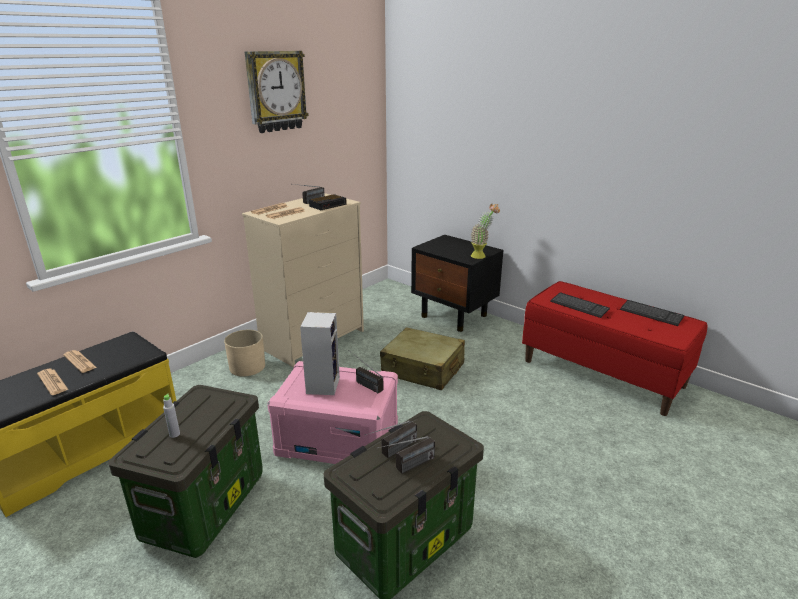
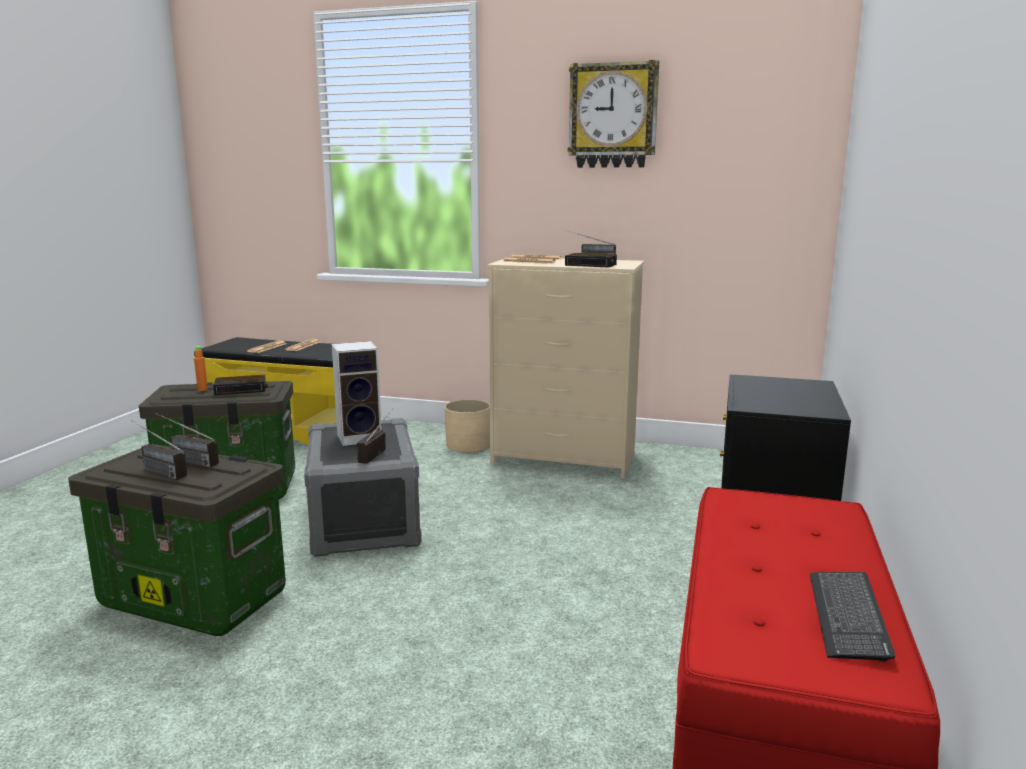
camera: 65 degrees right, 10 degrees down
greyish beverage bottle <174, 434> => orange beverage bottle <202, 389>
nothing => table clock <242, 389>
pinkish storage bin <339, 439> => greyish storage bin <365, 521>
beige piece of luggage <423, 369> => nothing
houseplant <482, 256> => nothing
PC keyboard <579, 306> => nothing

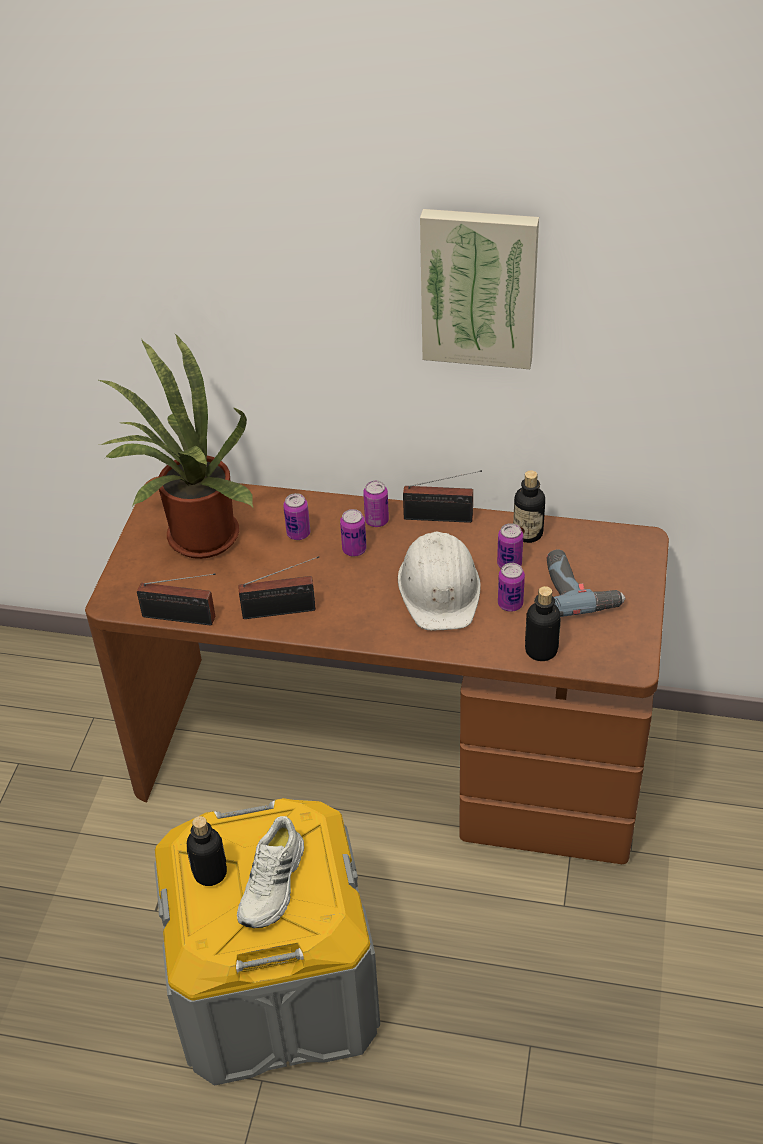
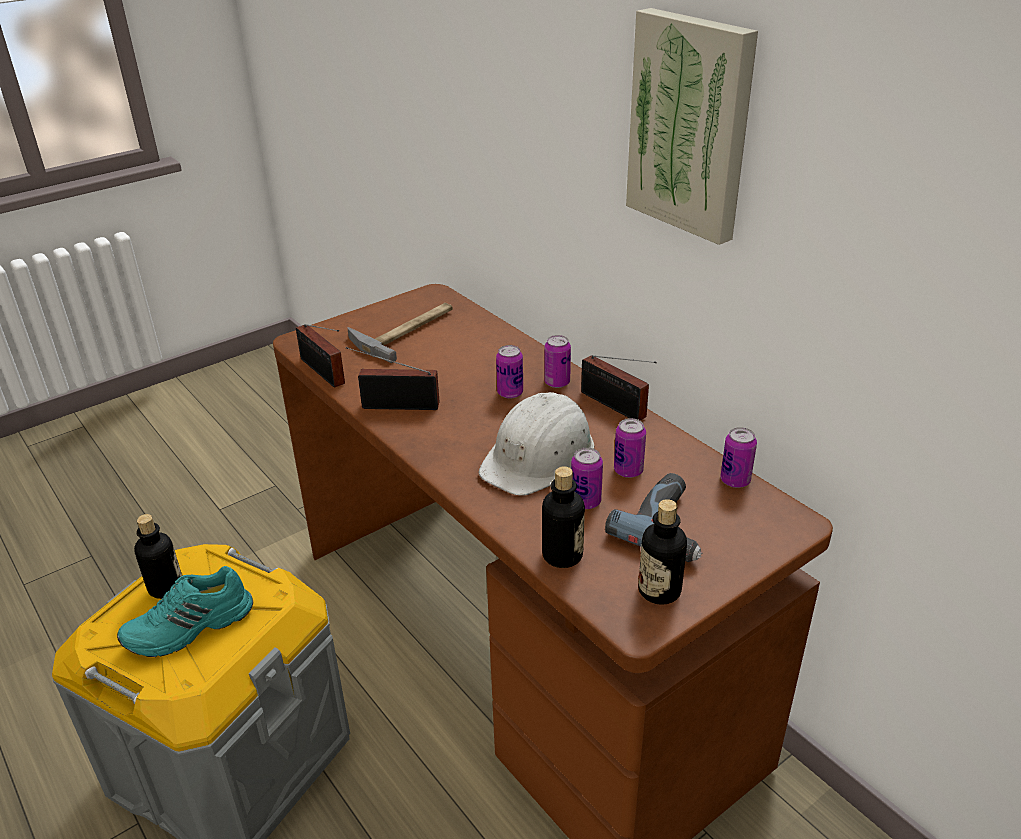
camera: 40 degrees right, 10 degrees down
white-coloured low shoe <273, 884> => turquoise-coloured low shoe <190, 628>
radio receiver <283, 611> => radio receiver <396, 405>, 150 degrees clockwise
houseplant <195, 539> => hand hammer <407, 330>
beverage bottle <528, 533> => beverage bottle <659, 590>, shifted
metal can <298, 534> => metal can <735, 480>, shifted

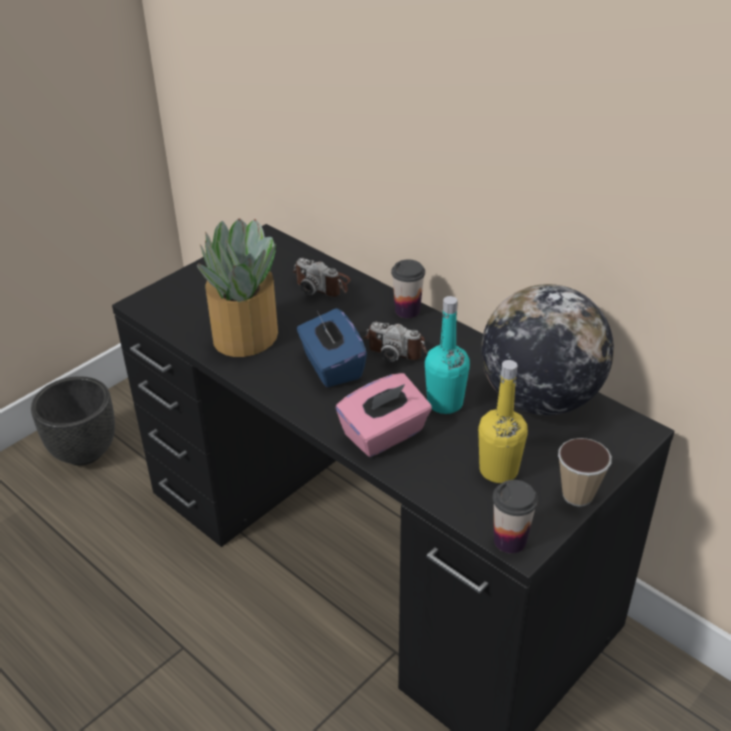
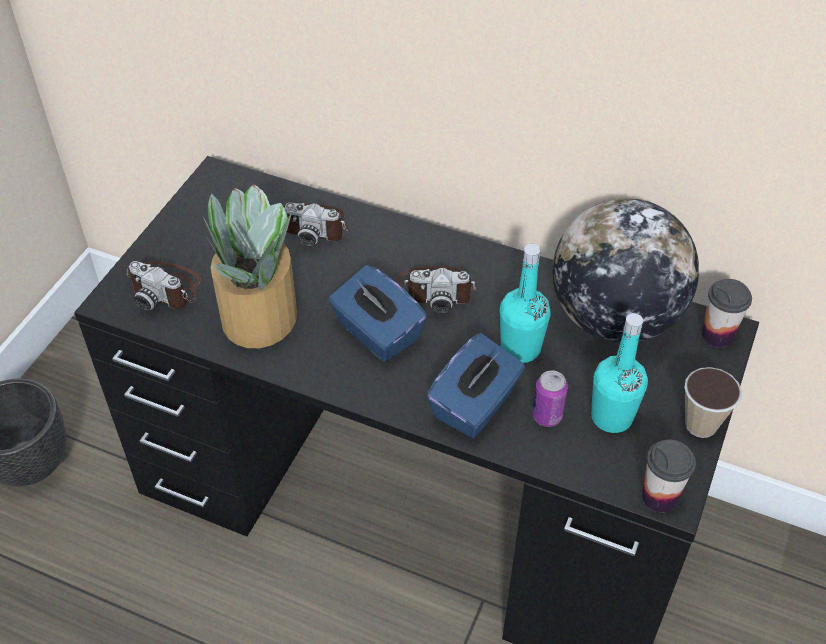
camera: 20 degrees left, 10 degrees up
nothing => still camera <166, 288>
pinkish box of tissues <384, 434> => blue-coloured box of tissues <475, 405>
nothing => metal can <547, 416>
yellowish beverage bottle <498, 470> => turquoise-coloured beverage bottle <611, 417>
cup <407, 311> => cup <717, 335>, shifted

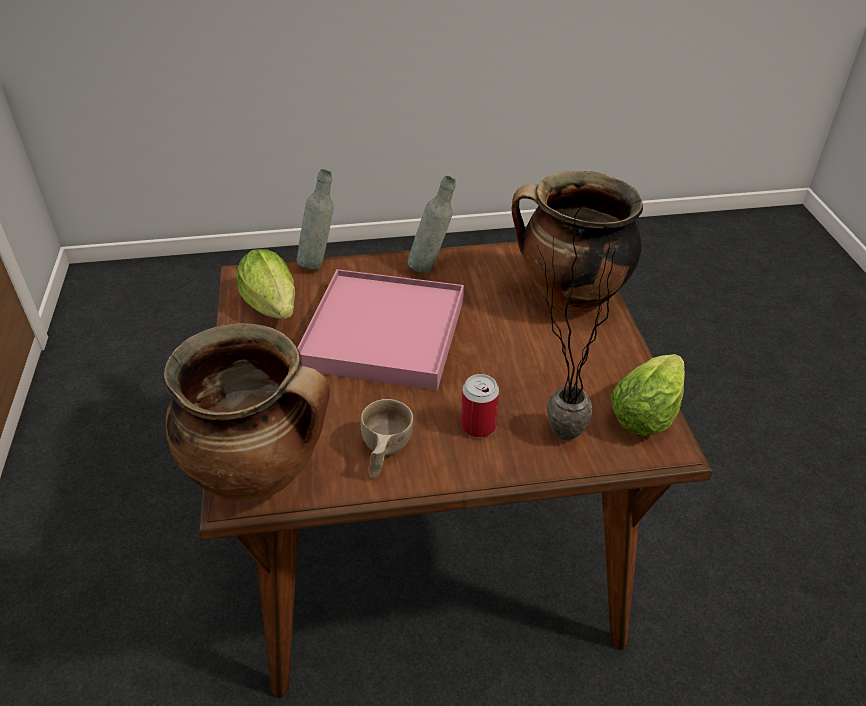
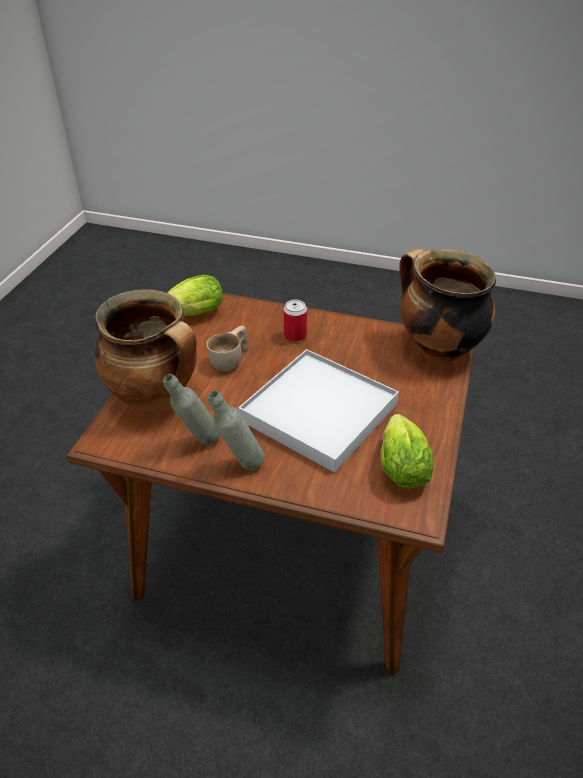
camera: 155 degrees left, 0 degrees up
greyish beverage bottle <319, 263> => greyish beverage bottle <197, 442>, shifted
beige cup <384, 453> => beige cup <231, 360>, shifted
pinkish serving tray <384, 334> => white-coloured serving tray <318, 412>
houseplant <551, 430> => nothing

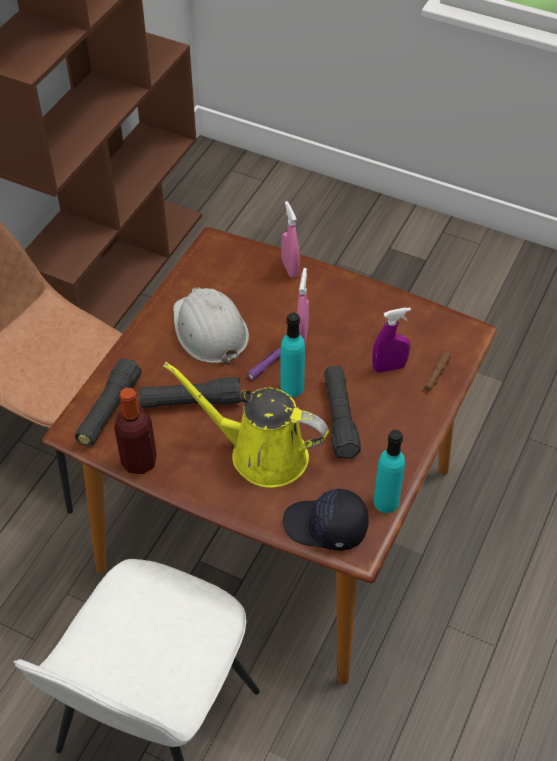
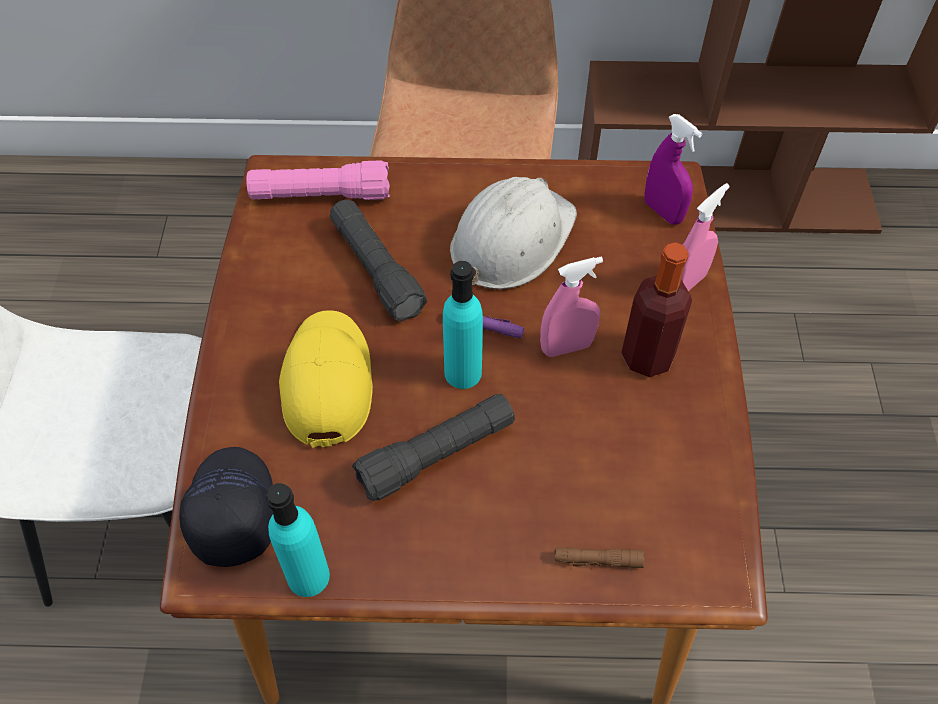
camera: 65 degrees right, 5 degrees up
black hand torch <109, 410> => pinkish hand torch <321, 195>
yellowish sprinkling can <261, 453> => yellowish peaked cap <327, 381>
beverage bottle <139, 461> => beverage bottle <647, 357>, shifted
purple sprayer <389, 367> => purple sprayer <663, 212>, shifted

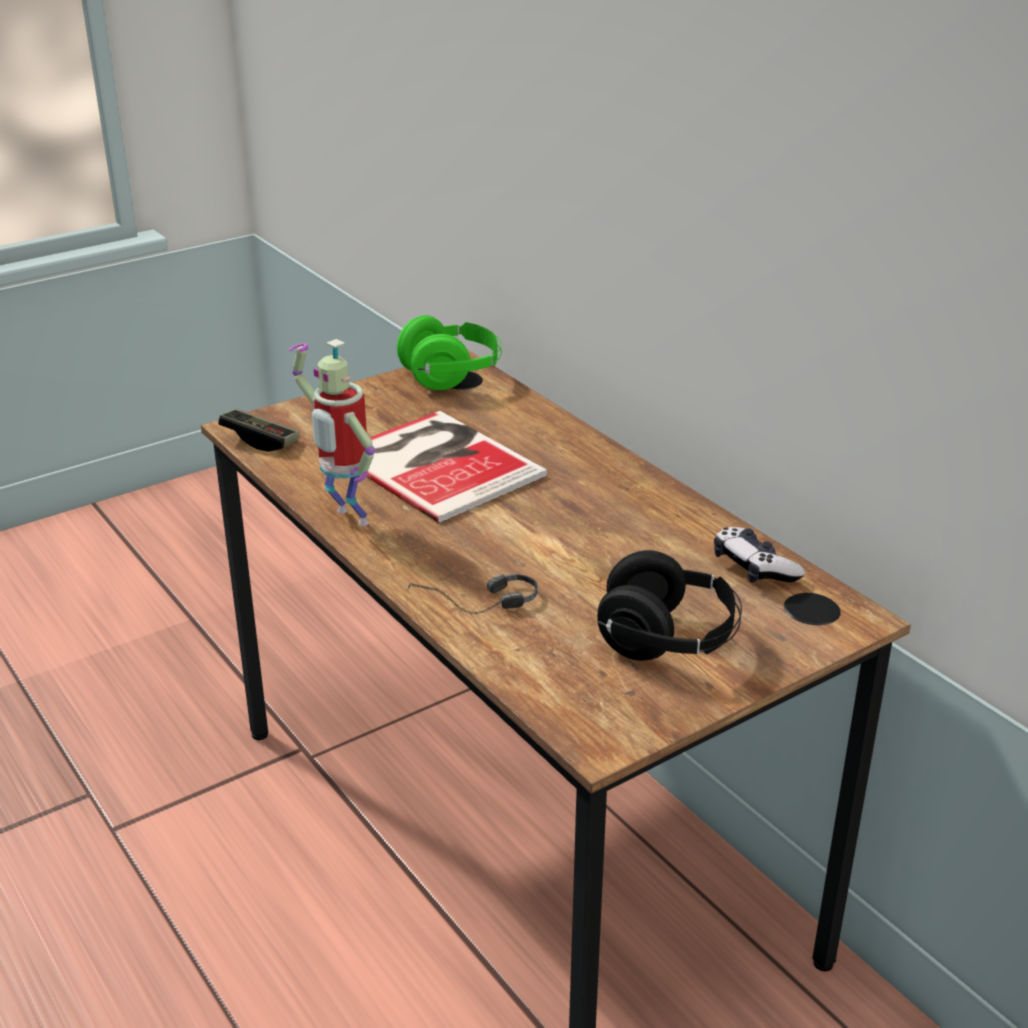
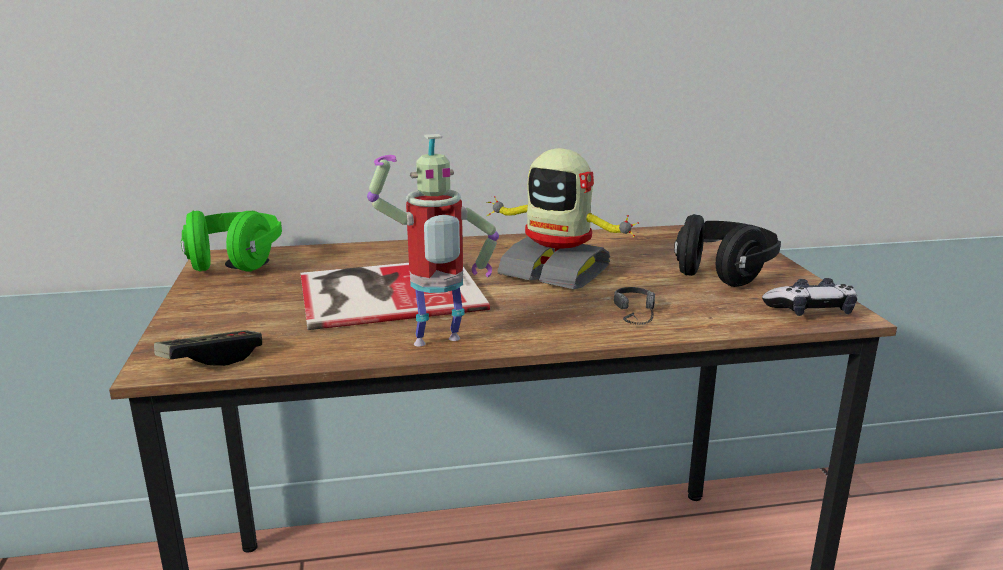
camera: 65 degrees left, 10 degrees down
nothing => robot figure <556, 271>
joypad <754, 567> => joypad <810, 311>, shifted

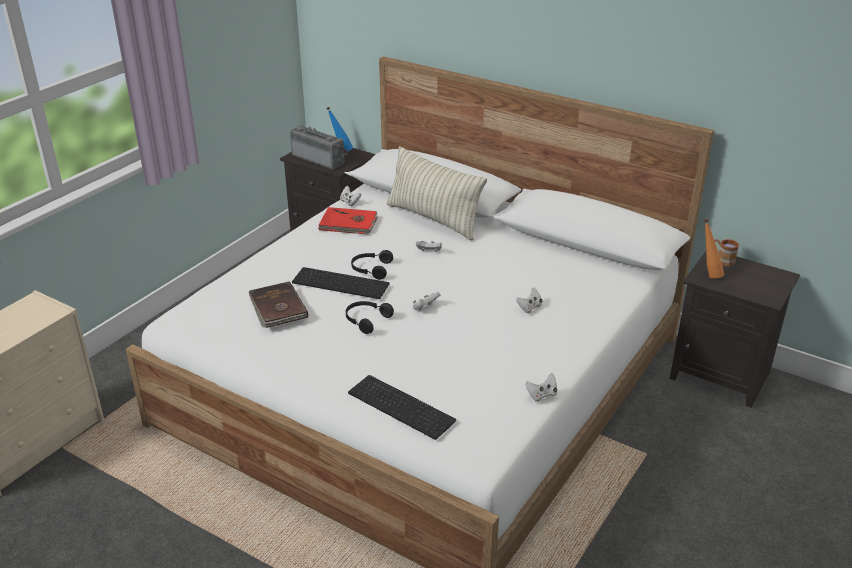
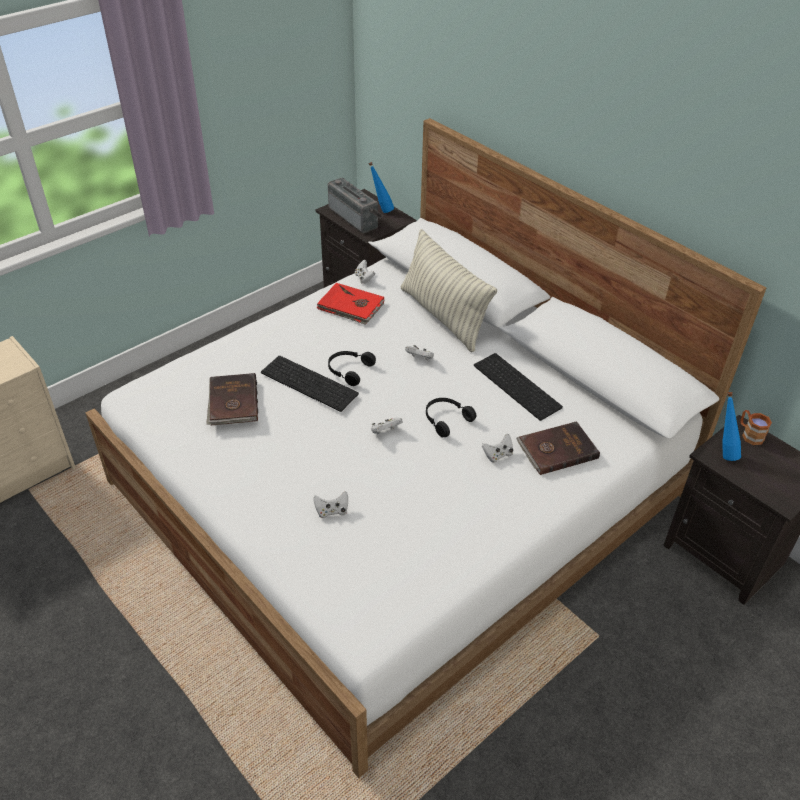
camera: 15 degrees right, 10 degrees up
white-coloured joypad <542, 395> => white-coloured joypad <332, 511>, shifted
black headphones <366, 320> => black headphones <446, 419>, shifted
PC keyboard <403, 406> => PC keyboard <519, 386>, shifted
nothing => brown-coloured bound book <556, 449>
orange beverage bottle <708, 274> => blue-coloured beverage bottle <723, 452>

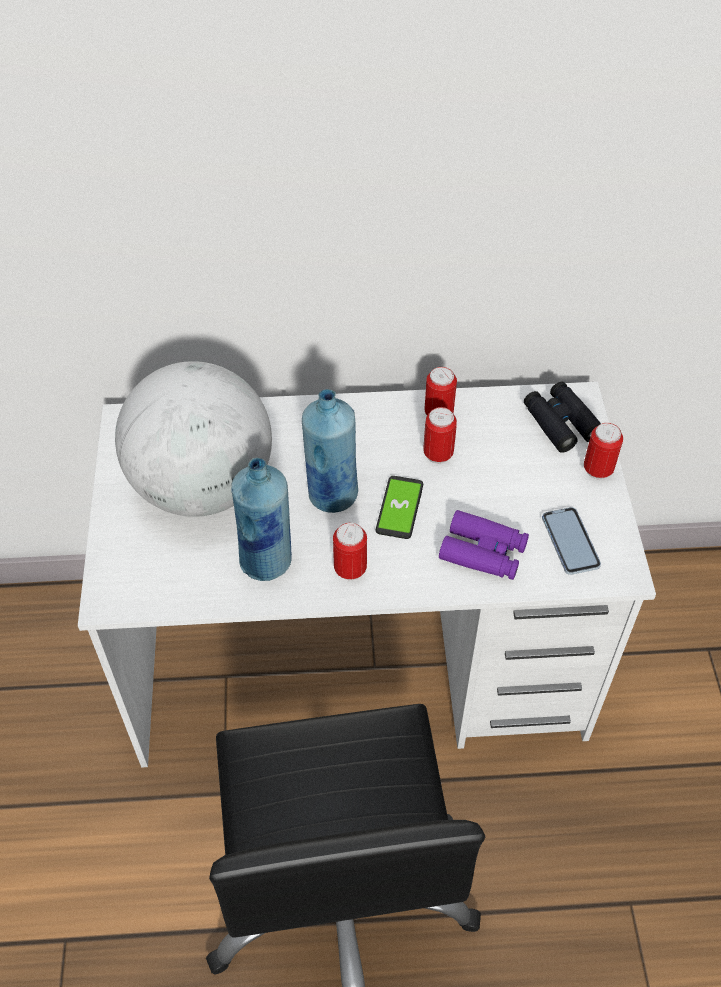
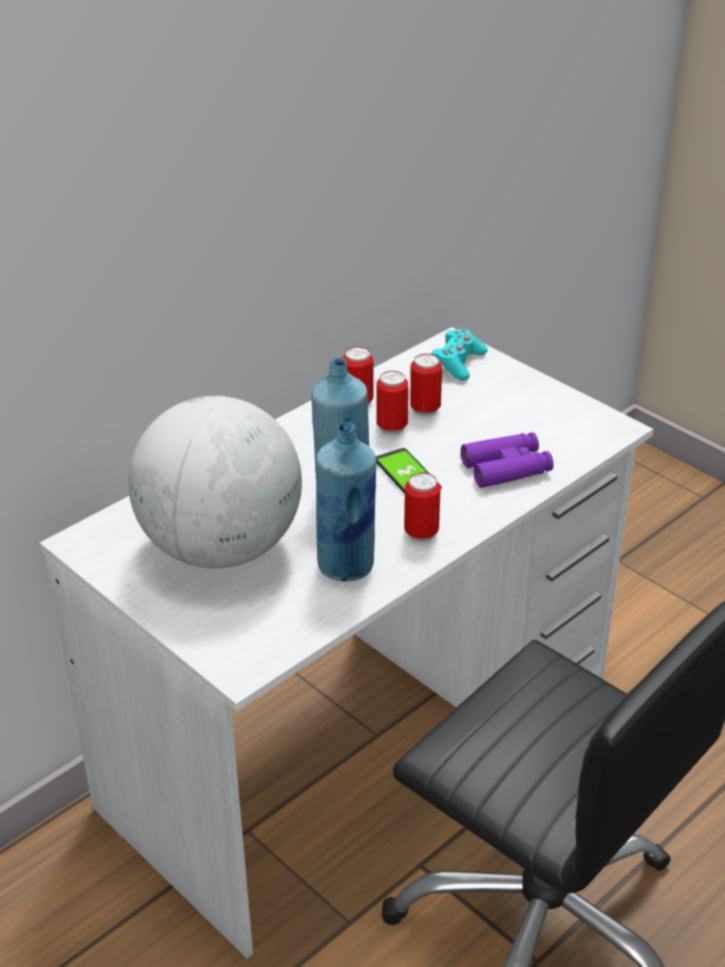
camera: 40 degrees left, 15 degrees down
metal can <597, 470> => metal can <425, 409>, shifted
black field glasses <560, 422> => turquoise-coloured joypad <458, 363>
phone <570, 542> => nothing

